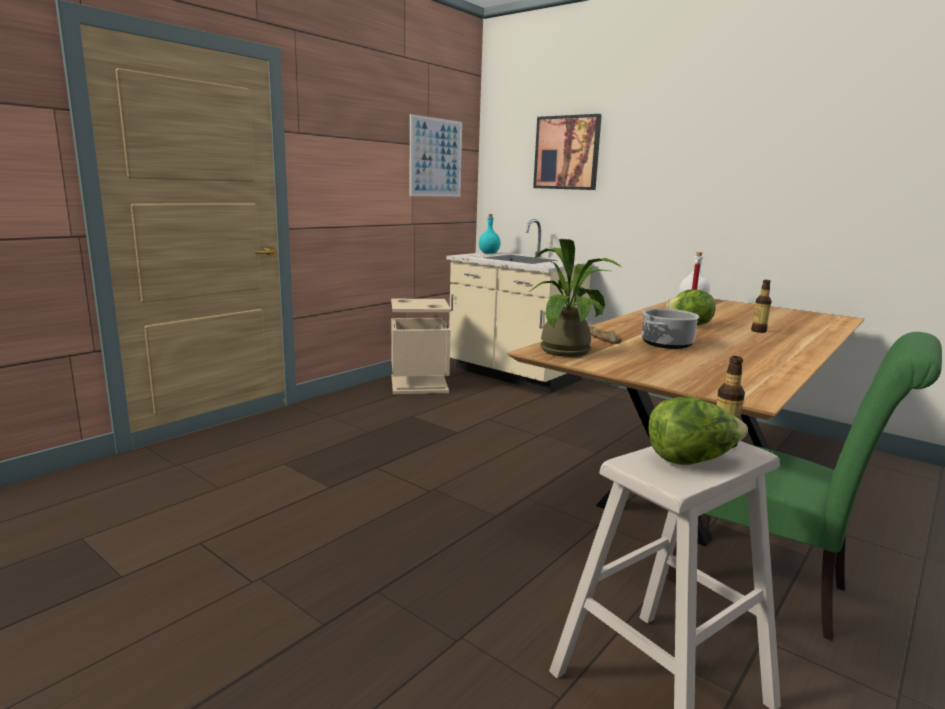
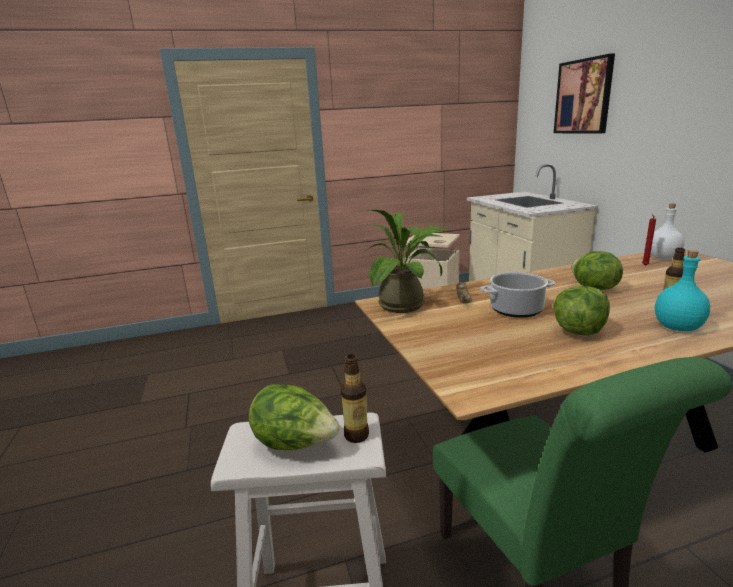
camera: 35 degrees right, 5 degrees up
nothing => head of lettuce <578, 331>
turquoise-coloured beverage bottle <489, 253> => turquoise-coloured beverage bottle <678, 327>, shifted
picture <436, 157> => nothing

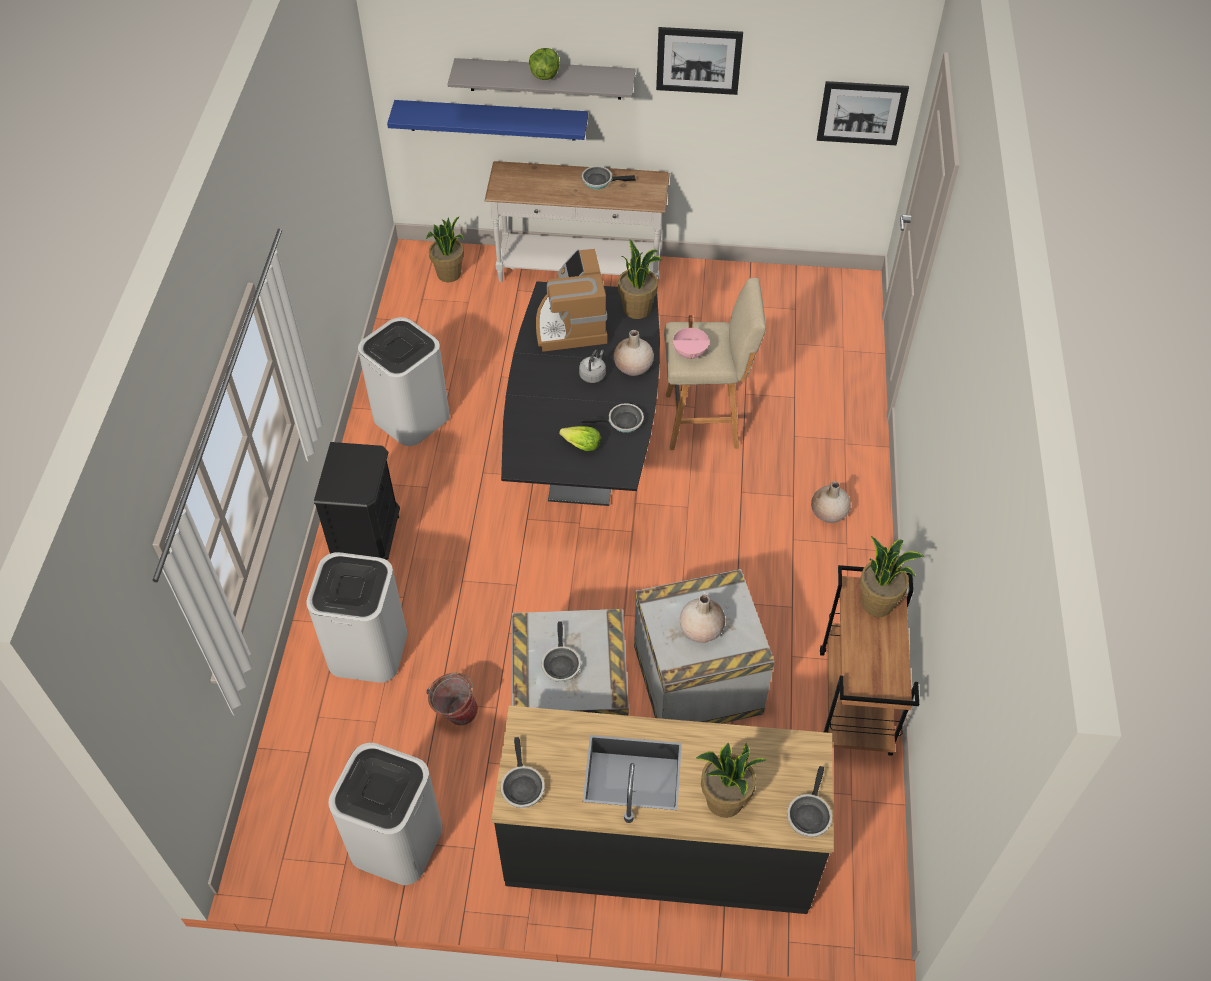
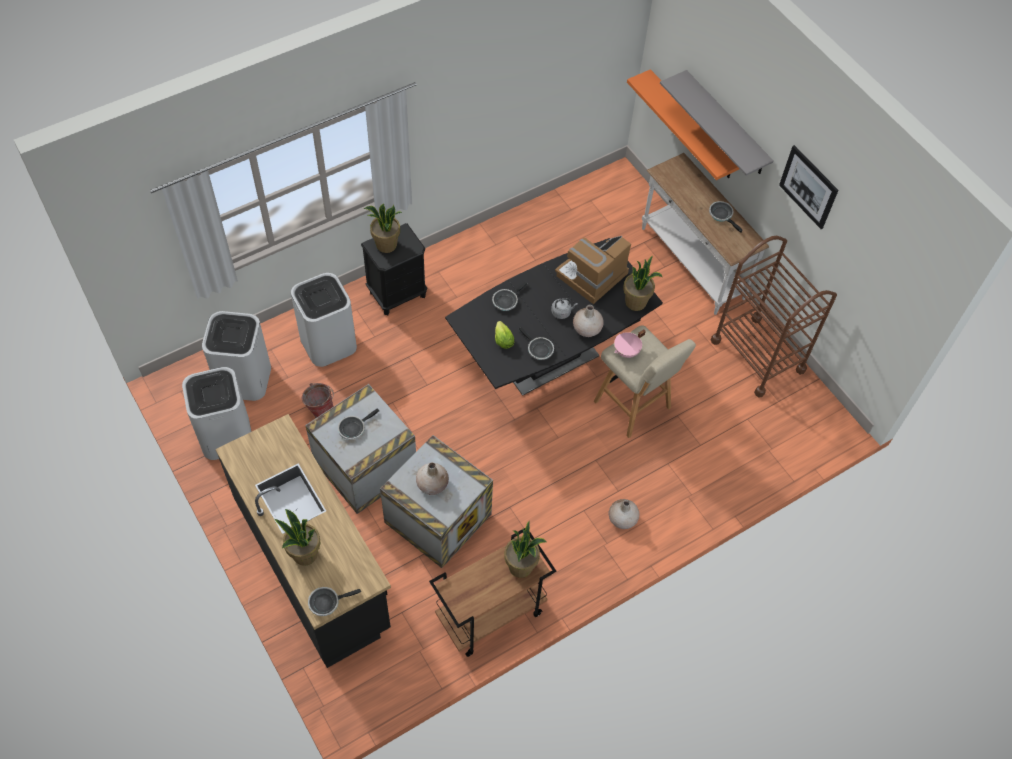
camera: 50 degrees right, 5 degrees up
white-coloured rubbish bin <410, 417> => white-coloured rubbish bin <244, 378>, shifted
houseplant <449, 274> => houseplant <386, 245>, shifted
pan <522, 786> => pan <506, 301>, shifted
blue-coloured shelf <492, 120> => orange shelf <692, 126>
nothing => brown-coloured cart <757, 355>
head of lettuce <545, 75> => nothing
picture <861, 113> => nothing

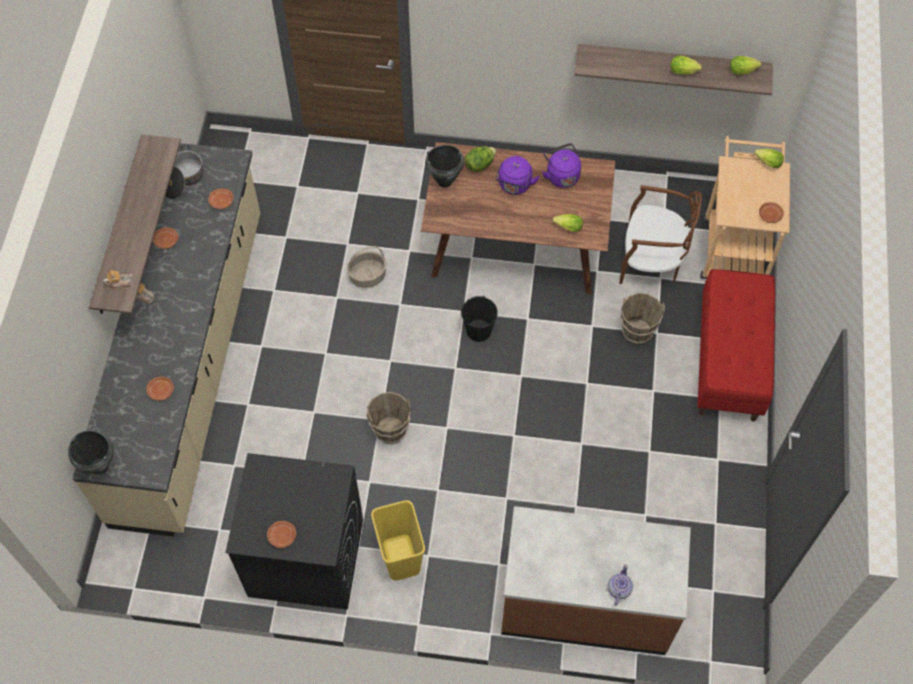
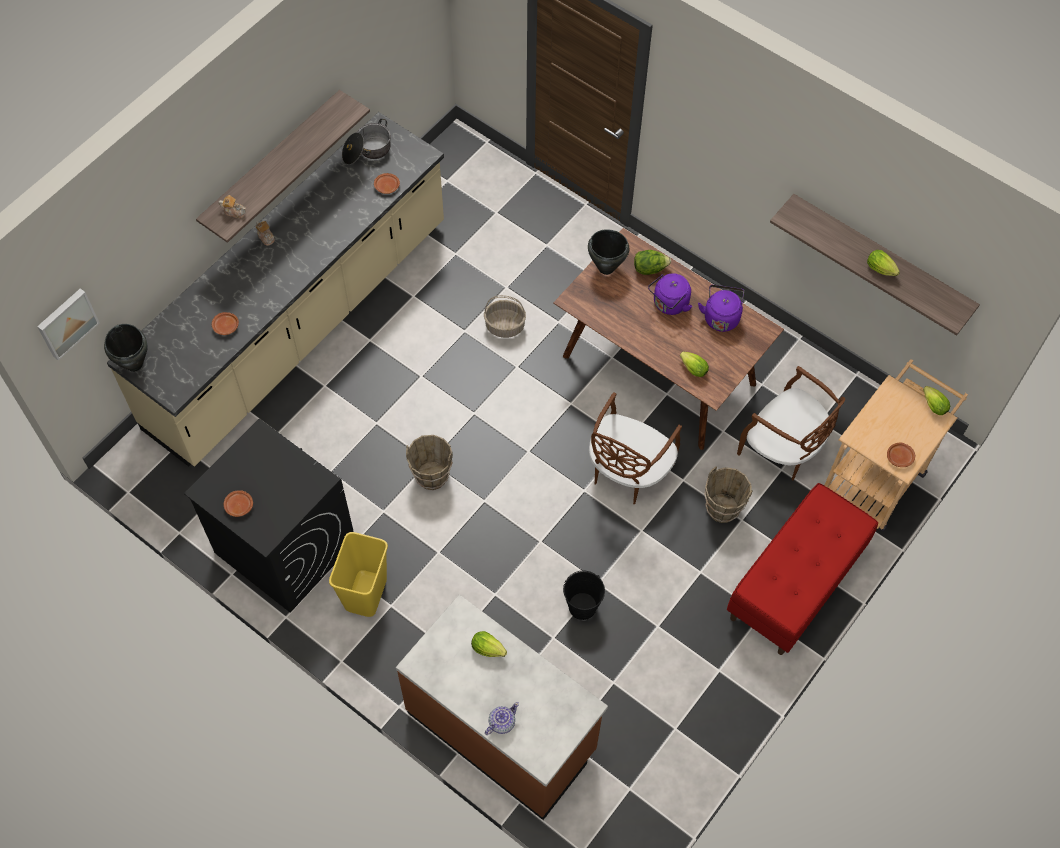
camera: 30 degrees right, 0 degrees up
nothing => picture <66, 322>
head of lettuce <744, 71> => head of lettuce <490, 649>, shifted
black water bucket <479, 331> => black water bucket <582, 606>, shifted
nothing => brown-coloured plain chair <627, 471>
brown-coloured dinner plate <166, 241> => nothing

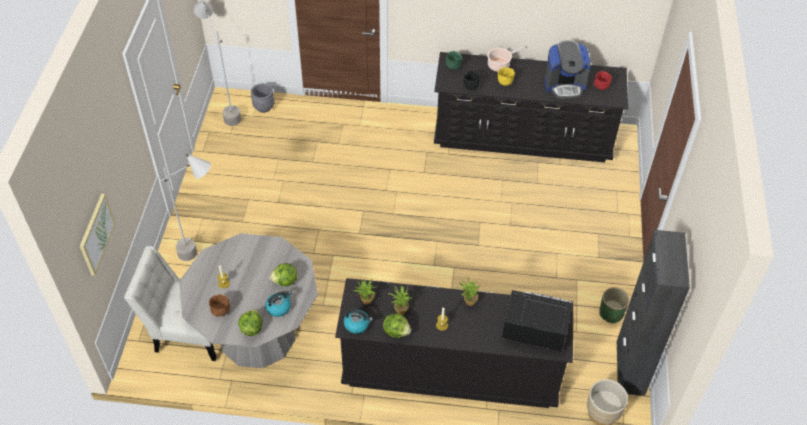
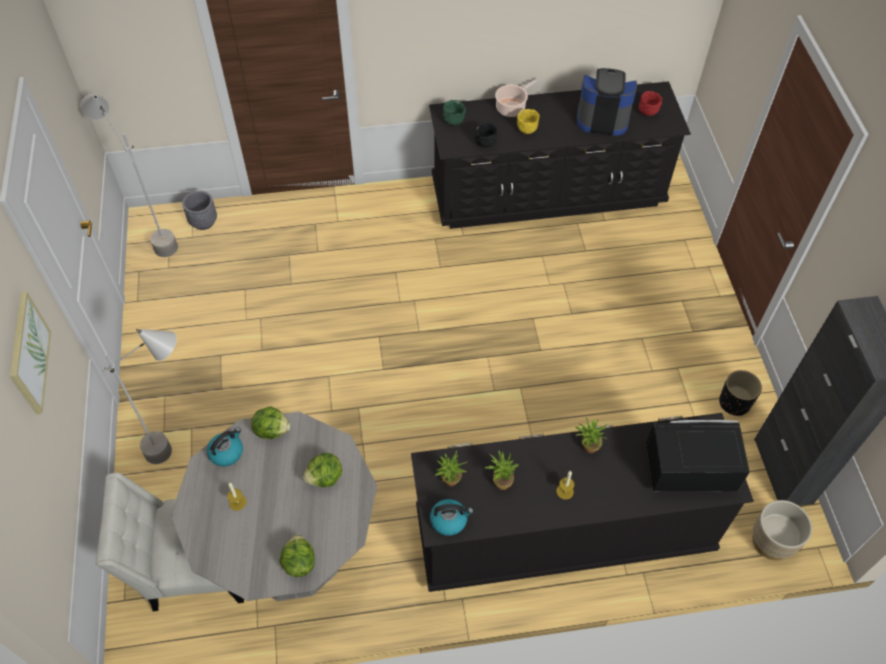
camera: 15 degrees left, 5 degrees up
picture <96, 234> => picture <28, 353>, shifted
tea kettle <279, 307> => tea kettle <227, 452>, shifted
head of lettuce <396, 331> => head of lettuce <272, 430>, shifted
coffee machine <564, 85> => coffee machine <602, 118>, 150 degrees counterclockwise
green-coloured flower pot <611, 313> => black flower pot <734, 402>
brown-coloured serving bowl <221, 312> => nothing

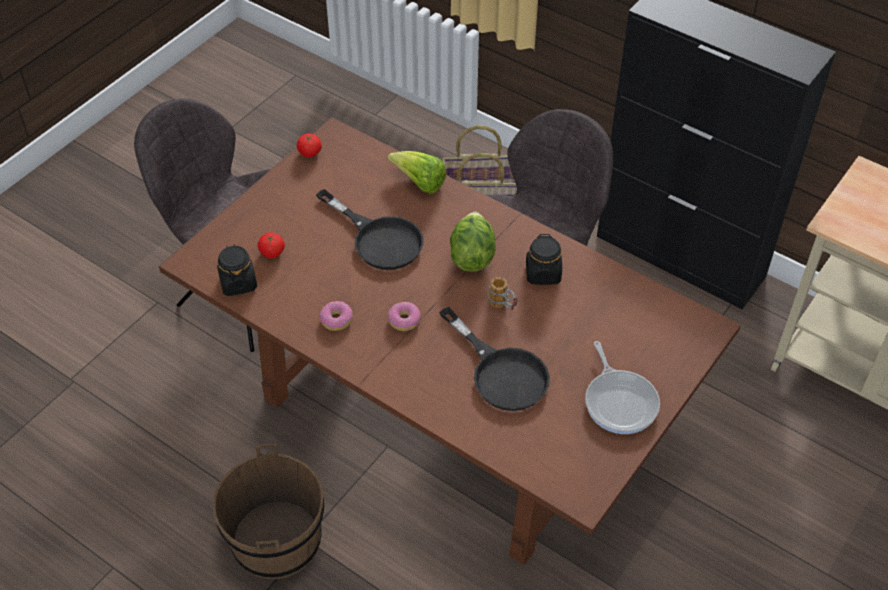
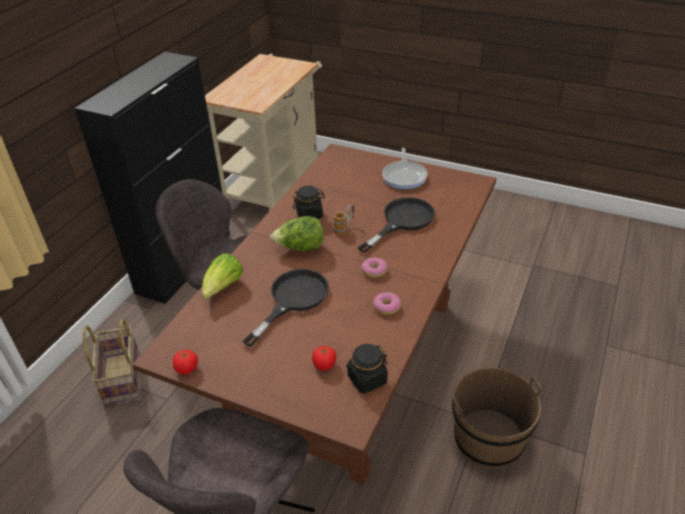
camera: 100 degrees left, 10 degrees down
pan <620, 401> => pan <404, 176>, 120 degrees clockwise

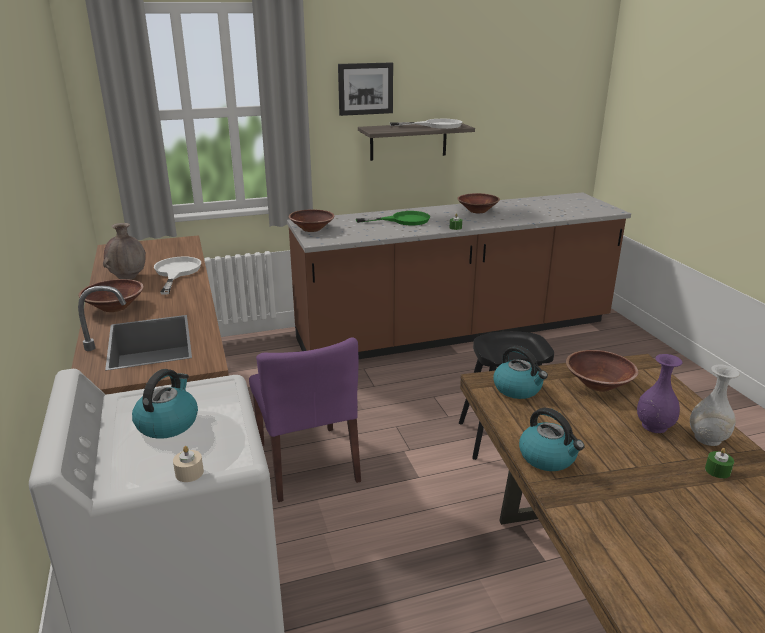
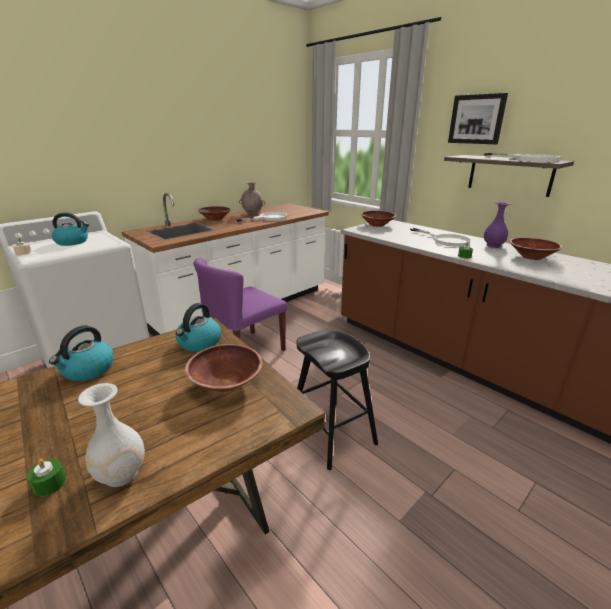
camera: 65 degrees right, 0 degrees up
green-coloured pan <403, 220> => white-coloured pan <445, 240>
purple decorative vase <654, 426> => purple decorative vase <493, 245>, shifted

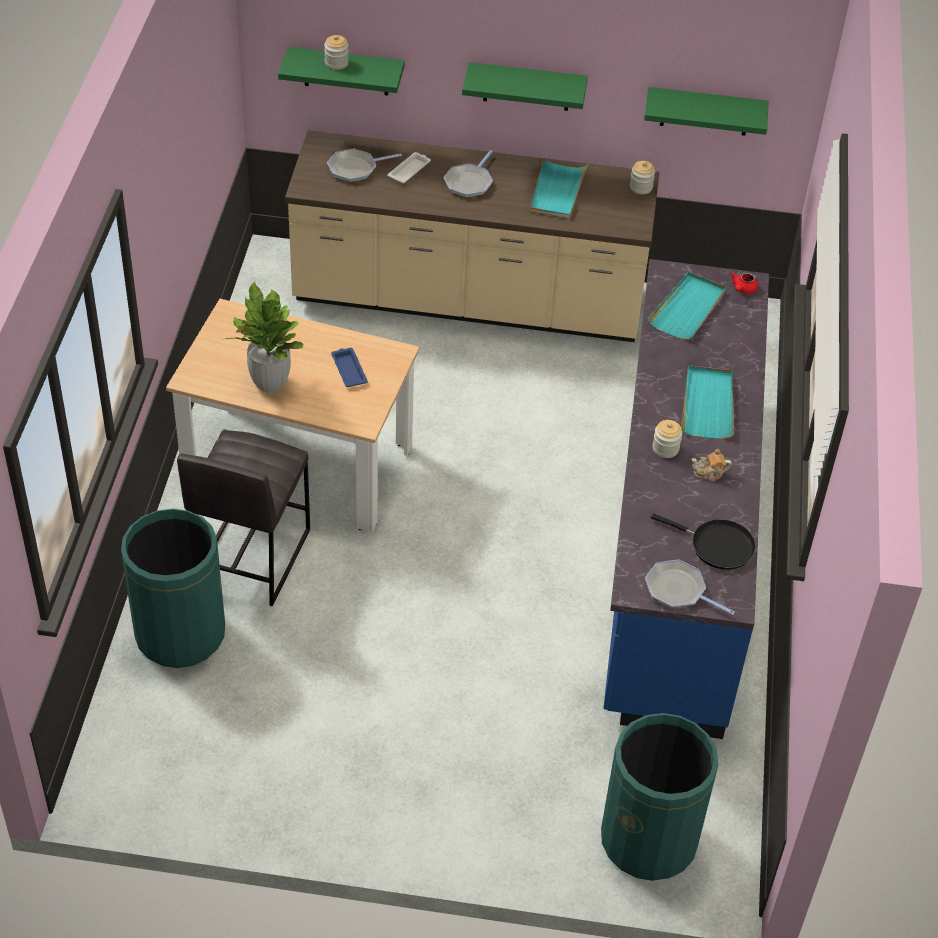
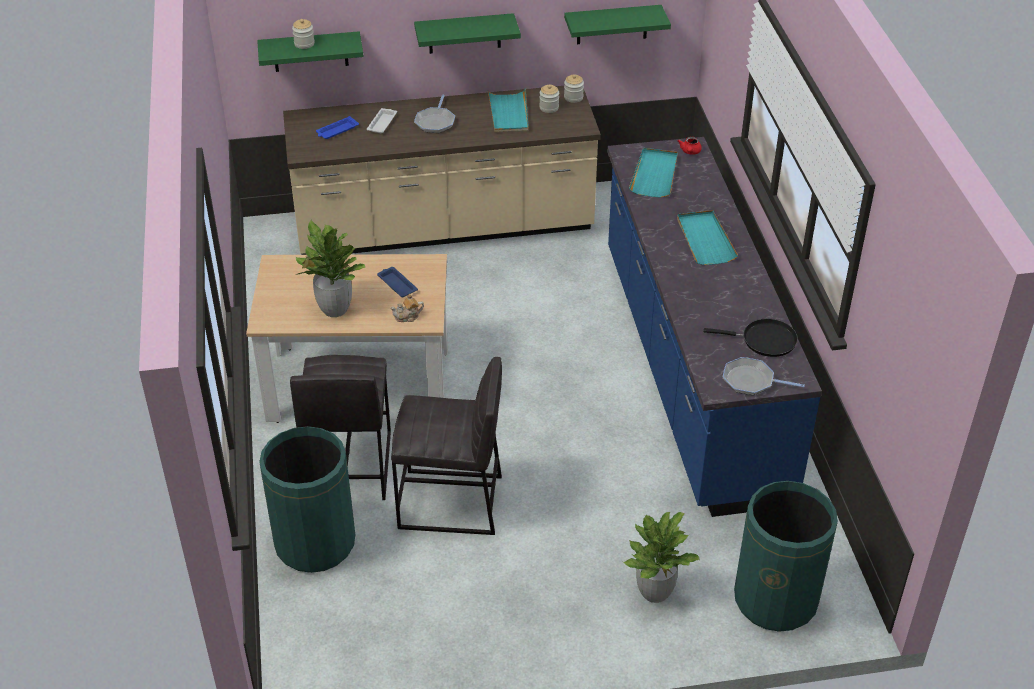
camera: 15 degrees left, 5 degrees down
pan <355, 168> => blue-coloured serving tray <336, 131>
pot for tea <709, 473> => pot for tea <407, 317>, shifted
nothing => greyish sitting stool <451, 503>
jar <665, 449> => jar <549, 108>, shifted
nothing => houseplant <655, 592>

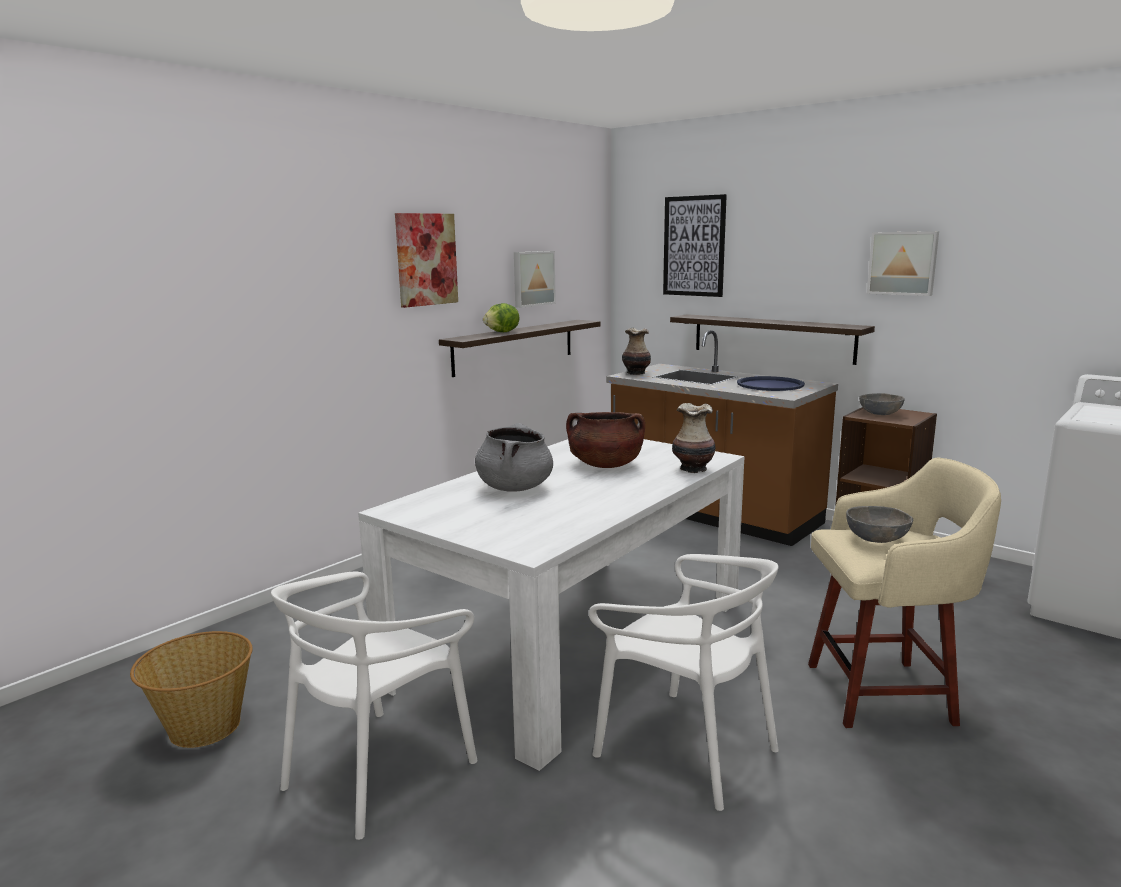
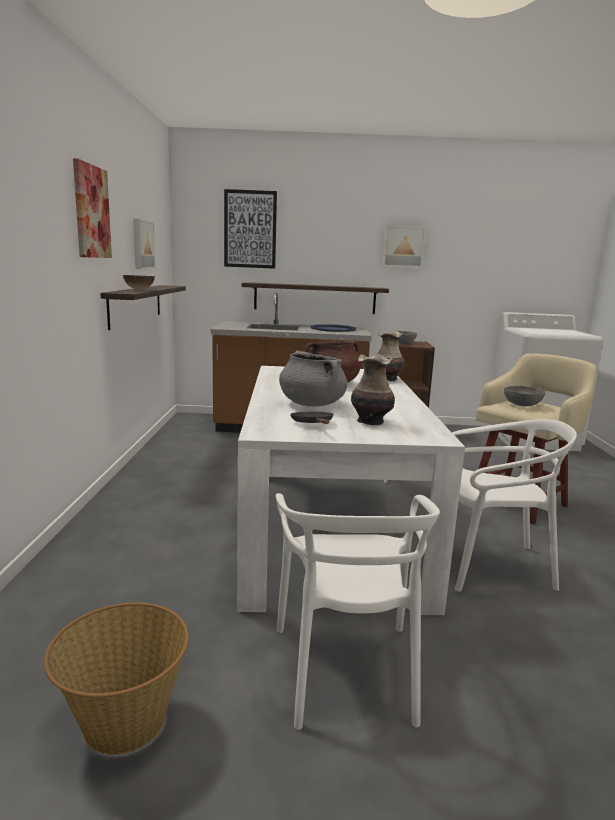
camera: 40 degrees left, 0 degrees up
head of lettuce <502, 332> => serving bowl <140, 289>
nothing => black pan <313, 424>
decorative vase <636, 373> => decorative vase <370, 421>, shifted

